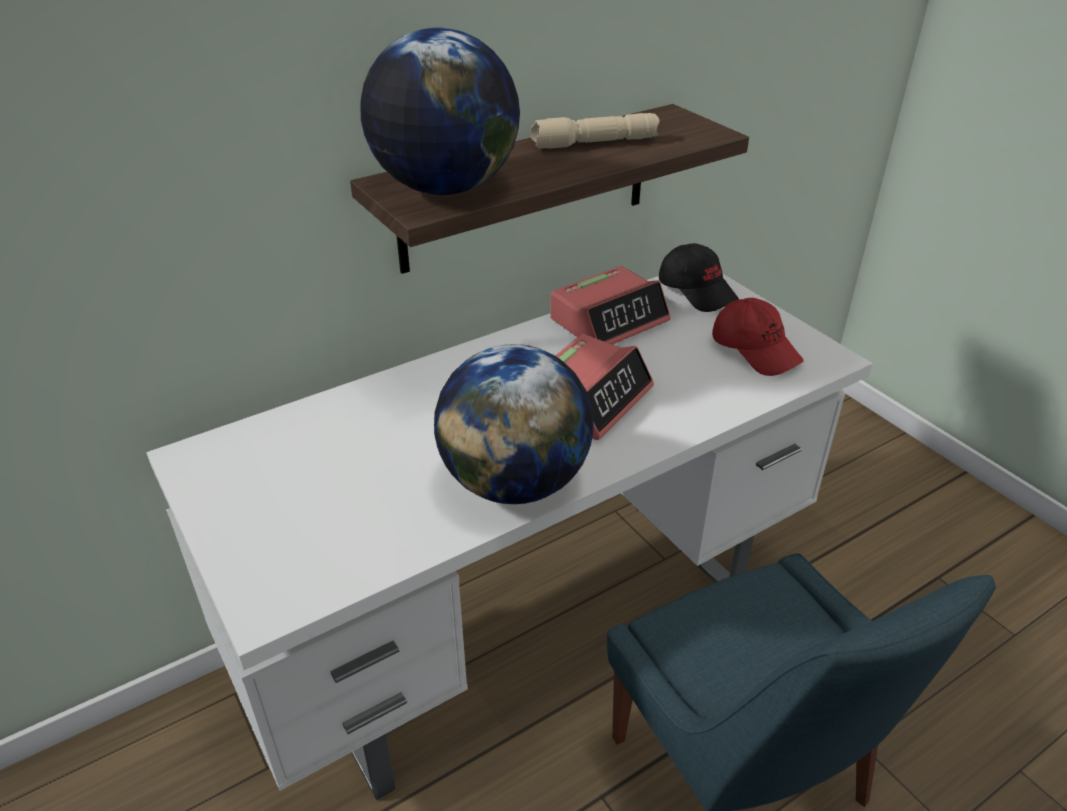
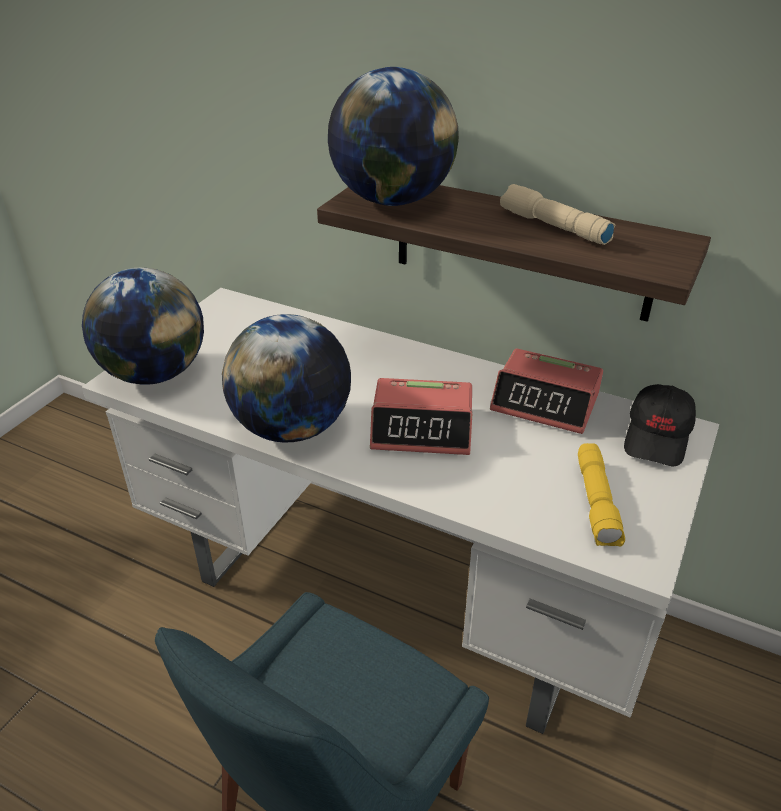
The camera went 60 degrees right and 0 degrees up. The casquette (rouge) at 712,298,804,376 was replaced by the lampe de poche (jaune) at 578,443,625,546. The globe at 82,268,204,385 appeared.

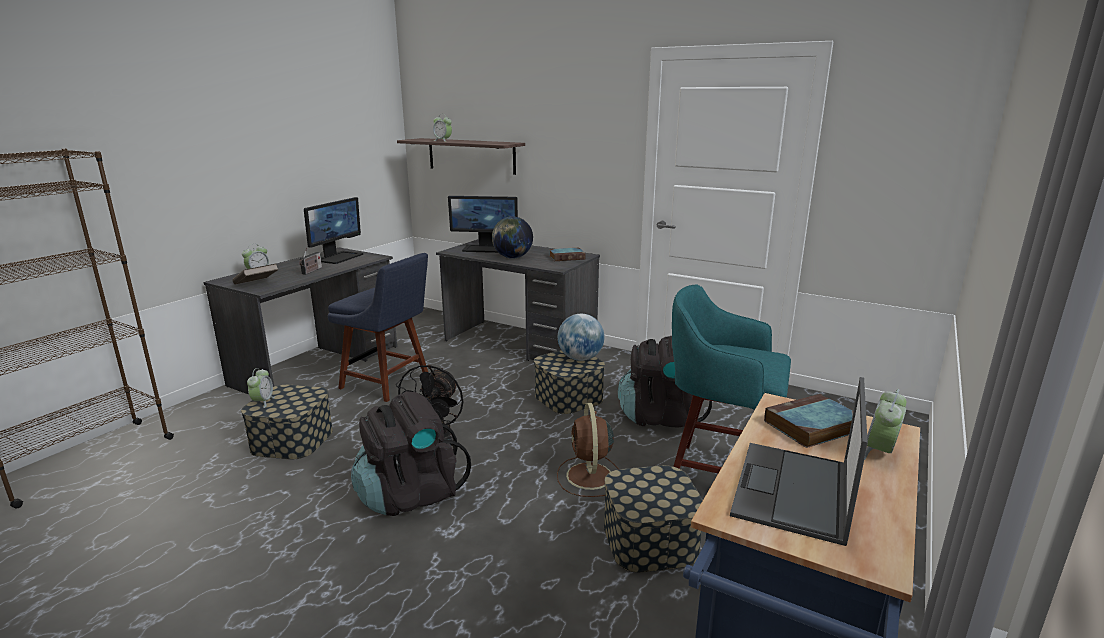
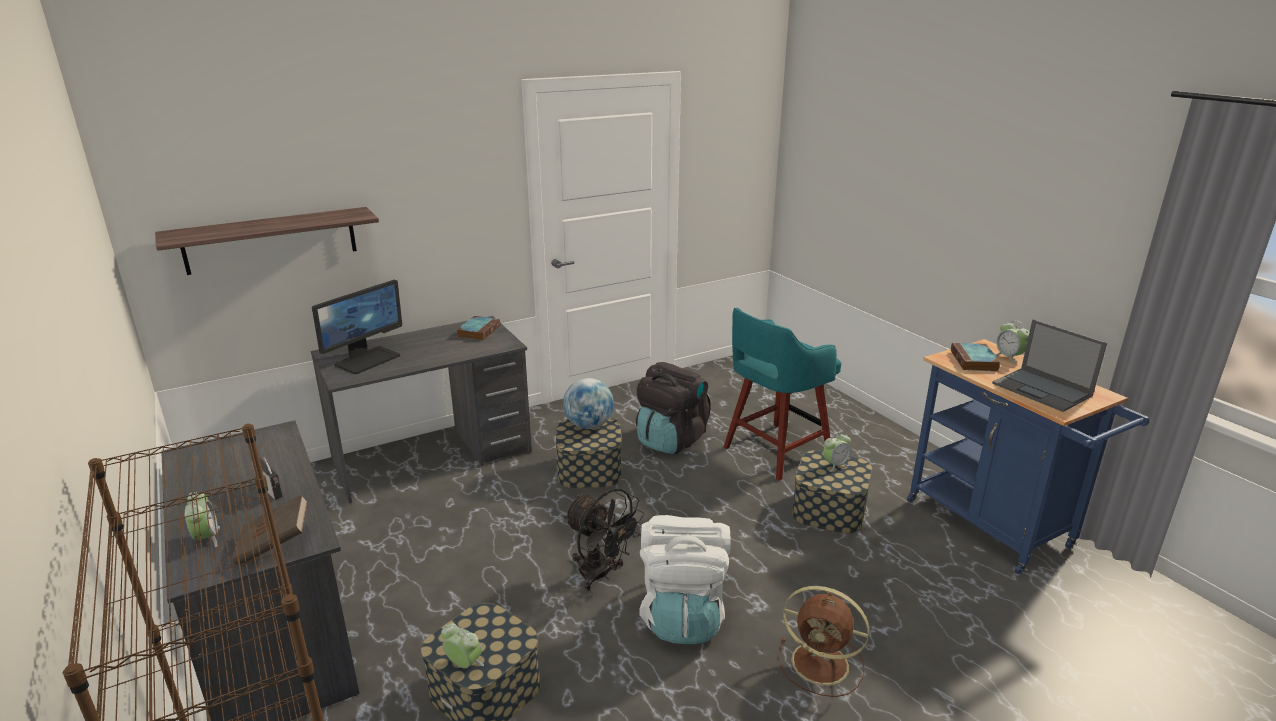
The camera went 60 degrees left and 5 degrees up. The réveil moved from 433,114,452,142 to 823,432,851,472. The écran d'ordinateur at 304,197,363,264 disappeared. The globe at 492,216,533,259 disappeared. The chaise (bleu) at 328,253,428,402 disappeared. The sac à dos (noir) at 351,391,471,516 became the sac à dos (blanc) at 639,515,731,644. The ventilateur (marron) moved from 557,403,619,497 to 779,586,870,697.

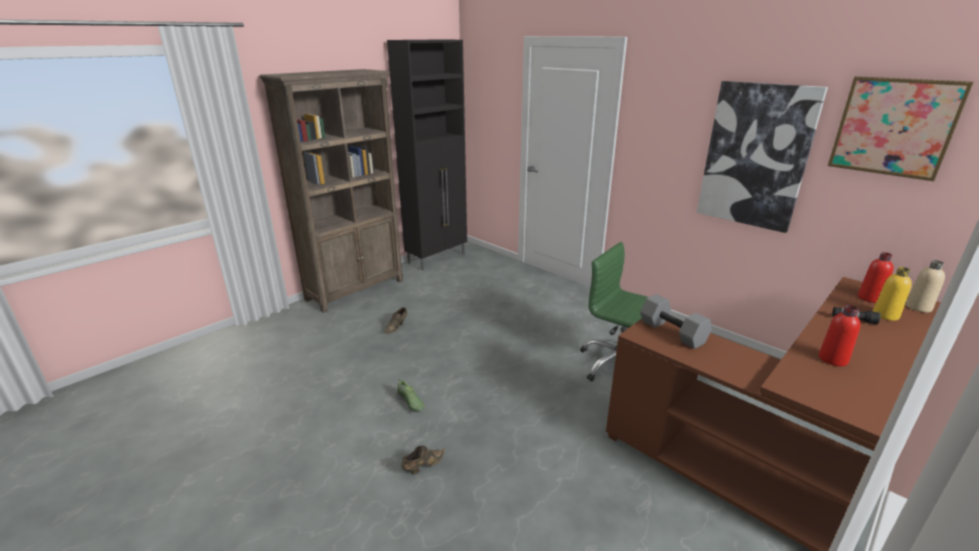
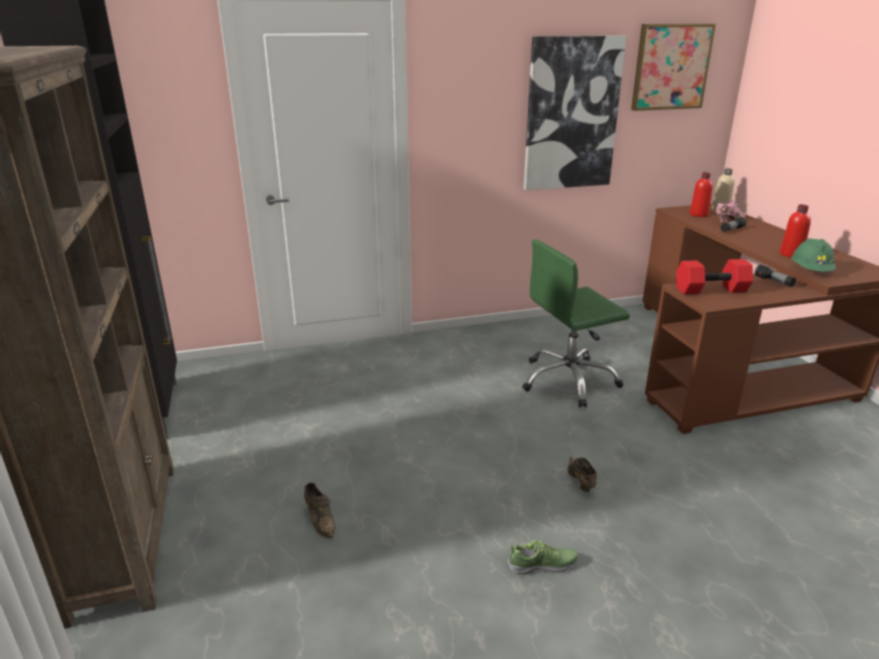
The camera went 60 degrees left and 0 degrees up. The bouteille (jaune) at 873,267,912,321 was replaced by the chaussure (rose) at 716,200,746,223. The haltère (gris) at 640,294,712,349 became the haltère (rouge) at 676,259,753,294. The chaussure (marron) moved from 402,445,445,474 to 567,456,597,492. The casque de chantier (vert) at 792,238,836,272 appeared. The lampe de poche at 754,264,796,287 appeared.

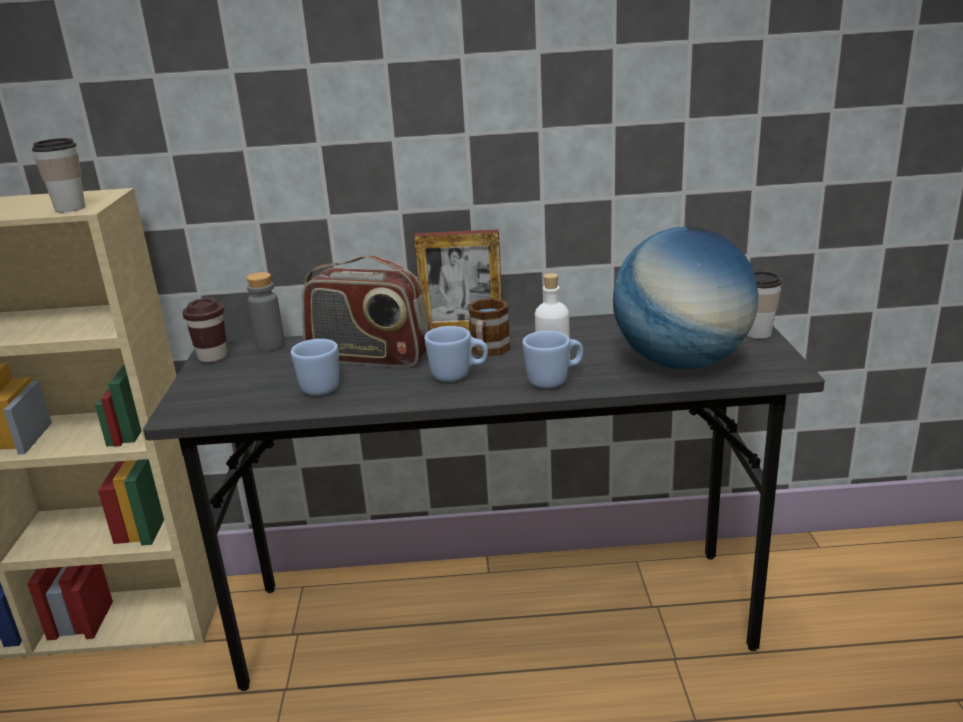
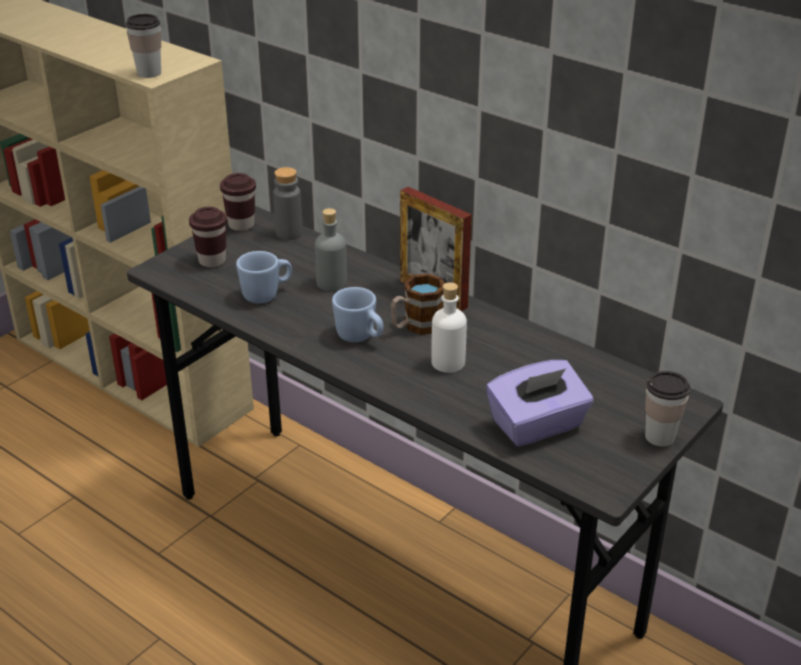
The camera went 40 degrees right and 10 degrees up. The globe at 613,226,758,369 was replaced by the boîte à mouchoirs (violet) at 486,360,594,446. The radio at 302,256,430,368 was replaced by the bouteille (gris) at 315,208,347,291. The mug (bleu) at 522,331,583,388 disappeared. The tasse (marron) at 189,207,227,267 appeared.

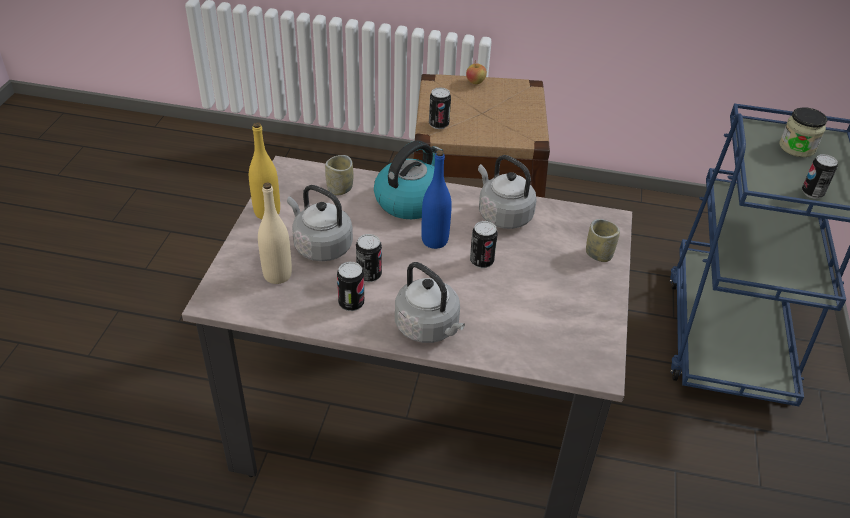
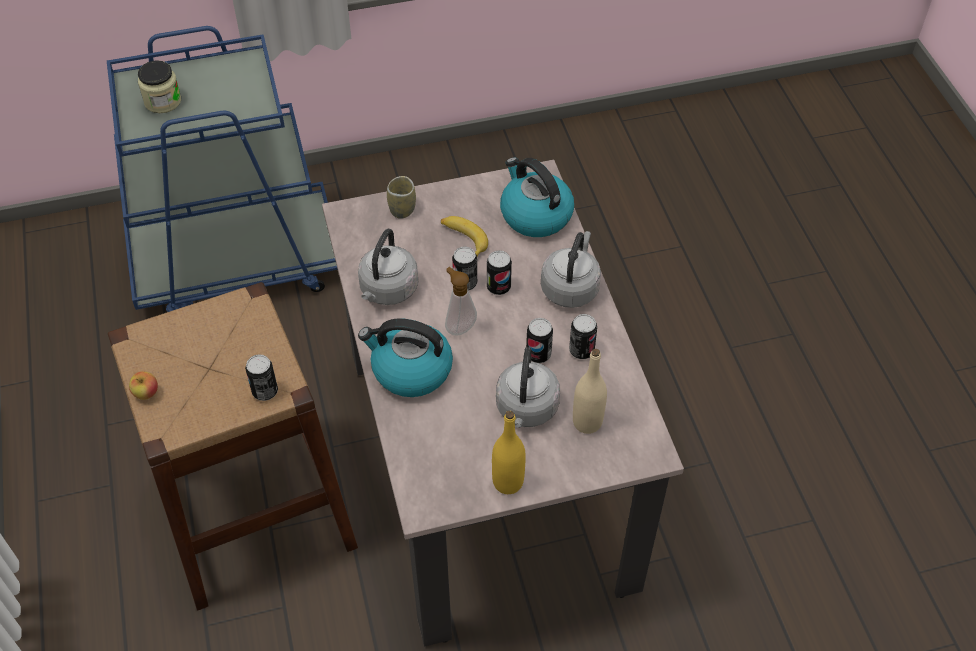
The camera went 115 degrees left and 10 degrees up. The bouteille (bleu) at 421,150,452,249 was replaced by the distributeur de savon at 445,267,477,336. The boîte métallique moved from 802,154,838,199 to 487,250,512,295. The tasse at 325,155,354,196 disappeared. The bouilloire at 500,157,574,237 appeared. The banane at 441,216,488,256 appeared.

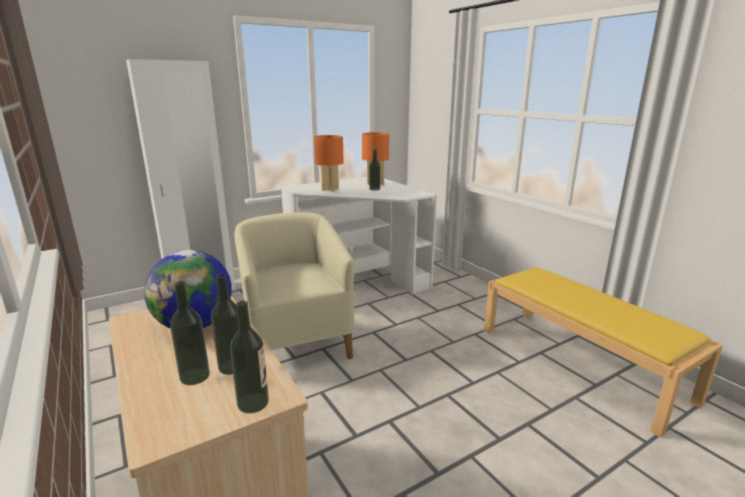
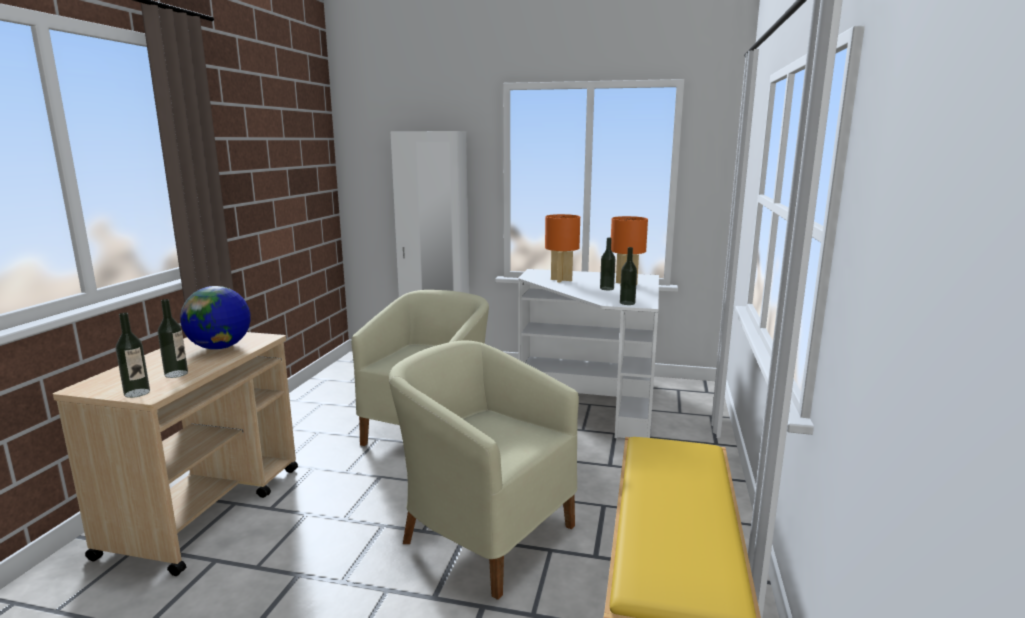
The camera went 45 degrees right and 5 degrees down. The bouteille moved from 170,281,210,385 to 620,247,637,305. The fauteuil (beige) at 389,341,579,600 appeared.

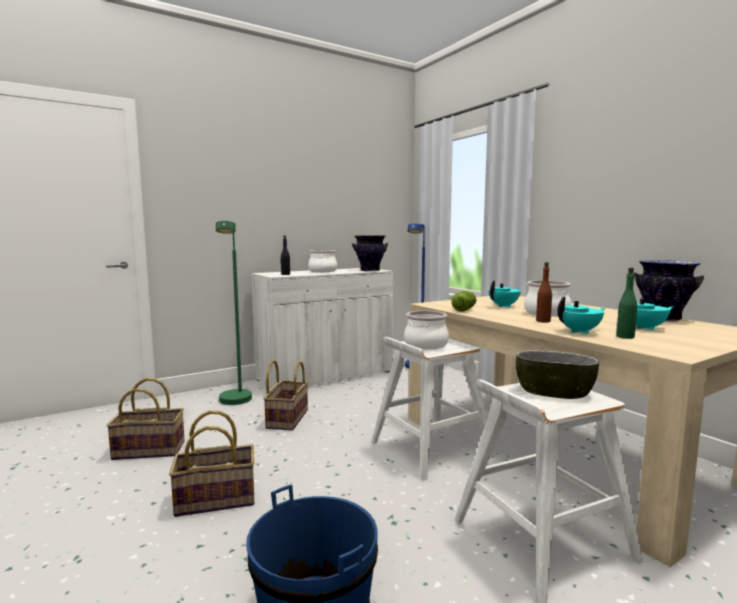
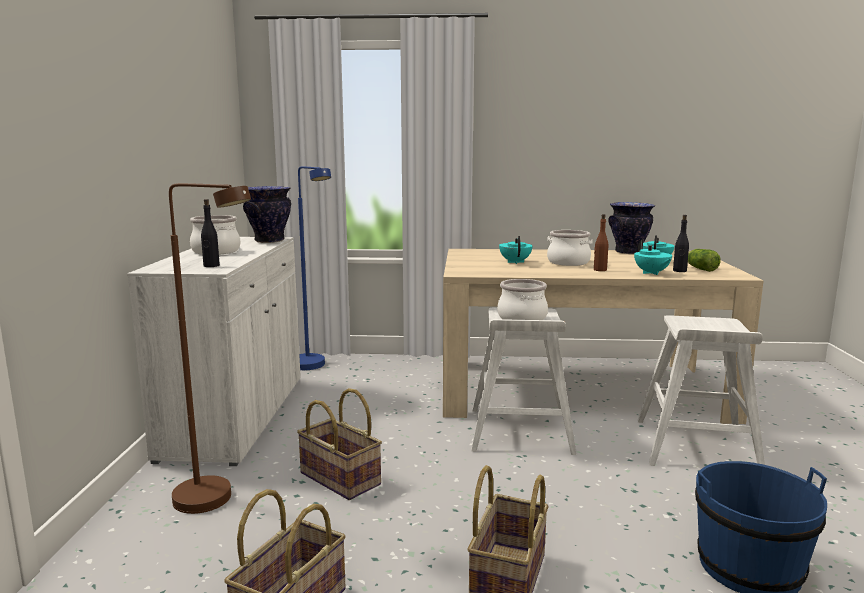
The camera went 55 degrees left and 5 degrees up. The lampadaire (vert) at 216,221,252,405 became the lampadaire (marron) at 169,183,251,514. The bouteille (vert) at 616,267,637,339 became the bouteille (noir) at 673,215,689,272. The laitue moved from 452,291,476,312 to 688,249,721,272. The théière (turquoise) at 557,297,605,334 turned 150 degrees clockwise. The bol at 516,350,600,399 disappeared.

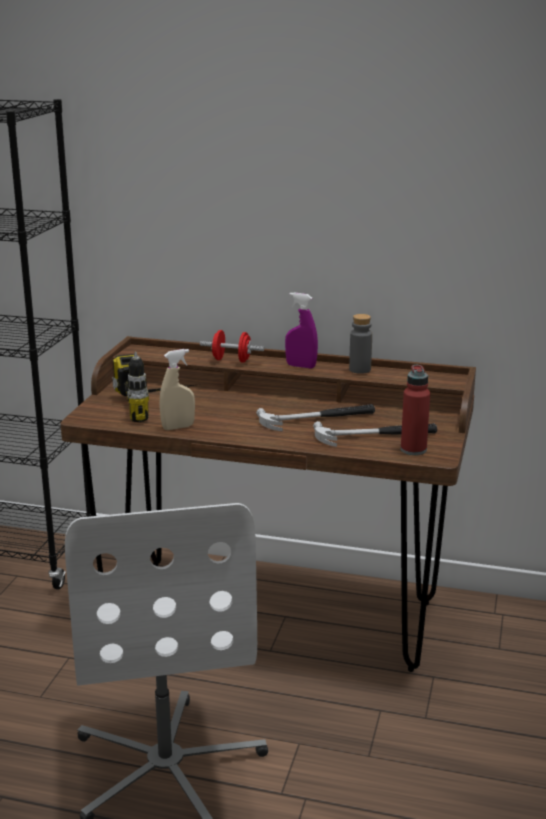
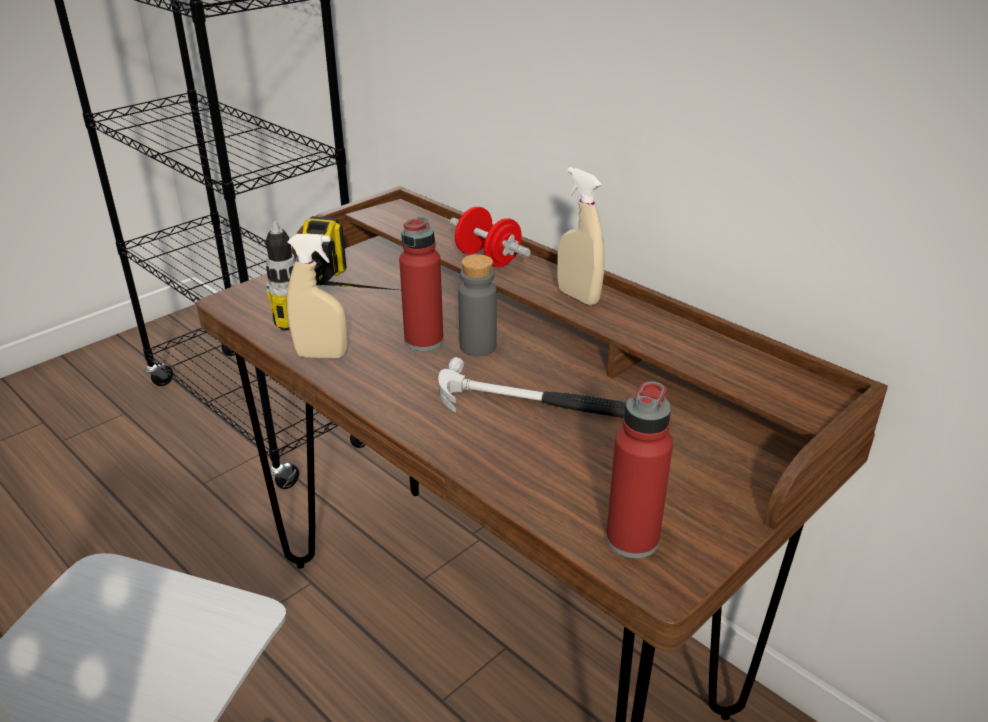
The camera went 30 degrees right and 10 degrees up. The vaporisateur (violet) at 285,292,318,368 became the vaporisateur (beige) at 557,167,605,306. The bouteille (gris) moved from 349,314,372,374 to 458,254,497,356. The marteau at 313,421,437,447 disappeared. The bouteille (rouge) at 399,217,443,351 appeared.

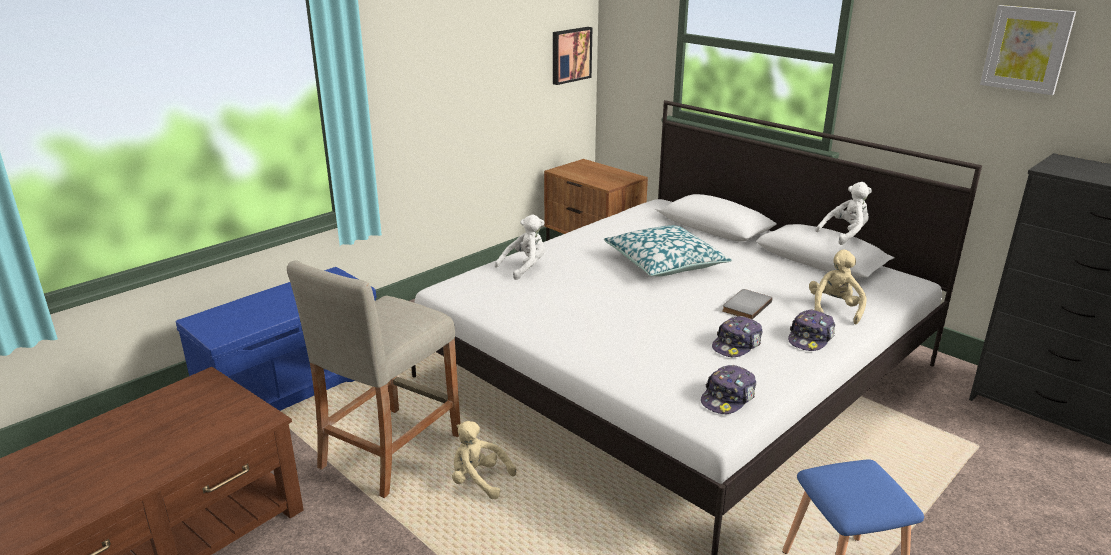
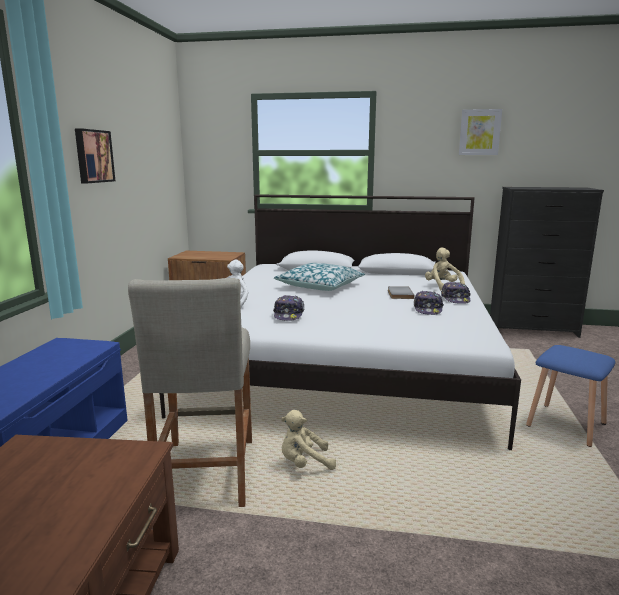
The camera went 35 degrees left and 10 degrees down. The tableau moved from 553,27,592,85 to 75,128,115,183. The peluche (blanc) at 816,182,872,245 disappeared. The casquette moved from 701,365,756,414 to 273,295,304,321.

